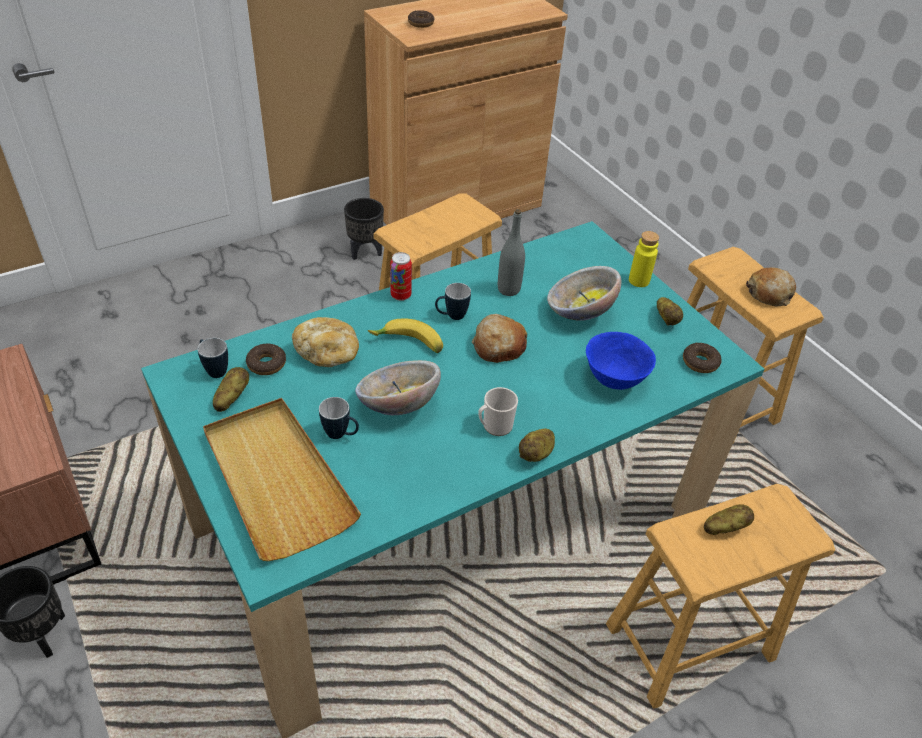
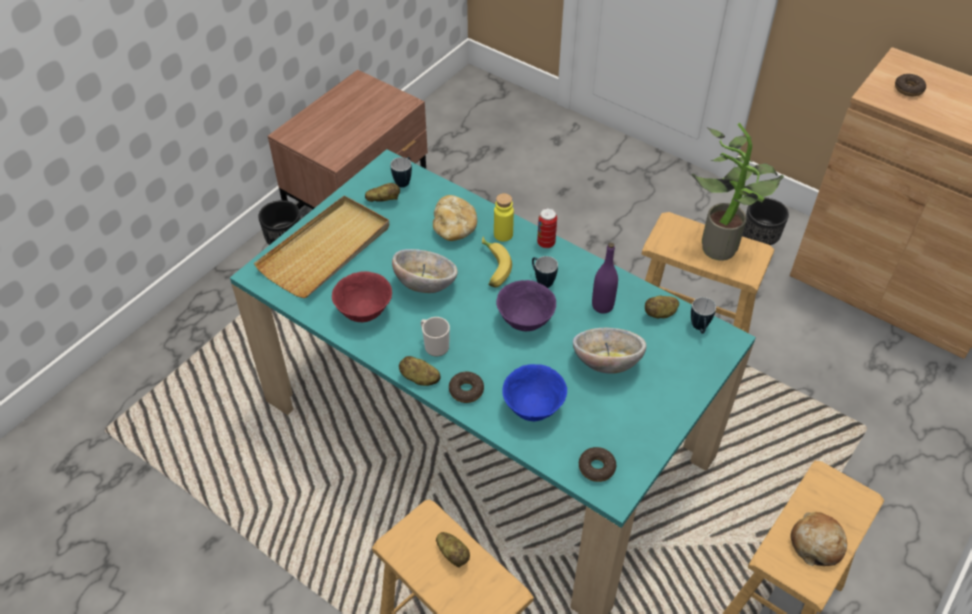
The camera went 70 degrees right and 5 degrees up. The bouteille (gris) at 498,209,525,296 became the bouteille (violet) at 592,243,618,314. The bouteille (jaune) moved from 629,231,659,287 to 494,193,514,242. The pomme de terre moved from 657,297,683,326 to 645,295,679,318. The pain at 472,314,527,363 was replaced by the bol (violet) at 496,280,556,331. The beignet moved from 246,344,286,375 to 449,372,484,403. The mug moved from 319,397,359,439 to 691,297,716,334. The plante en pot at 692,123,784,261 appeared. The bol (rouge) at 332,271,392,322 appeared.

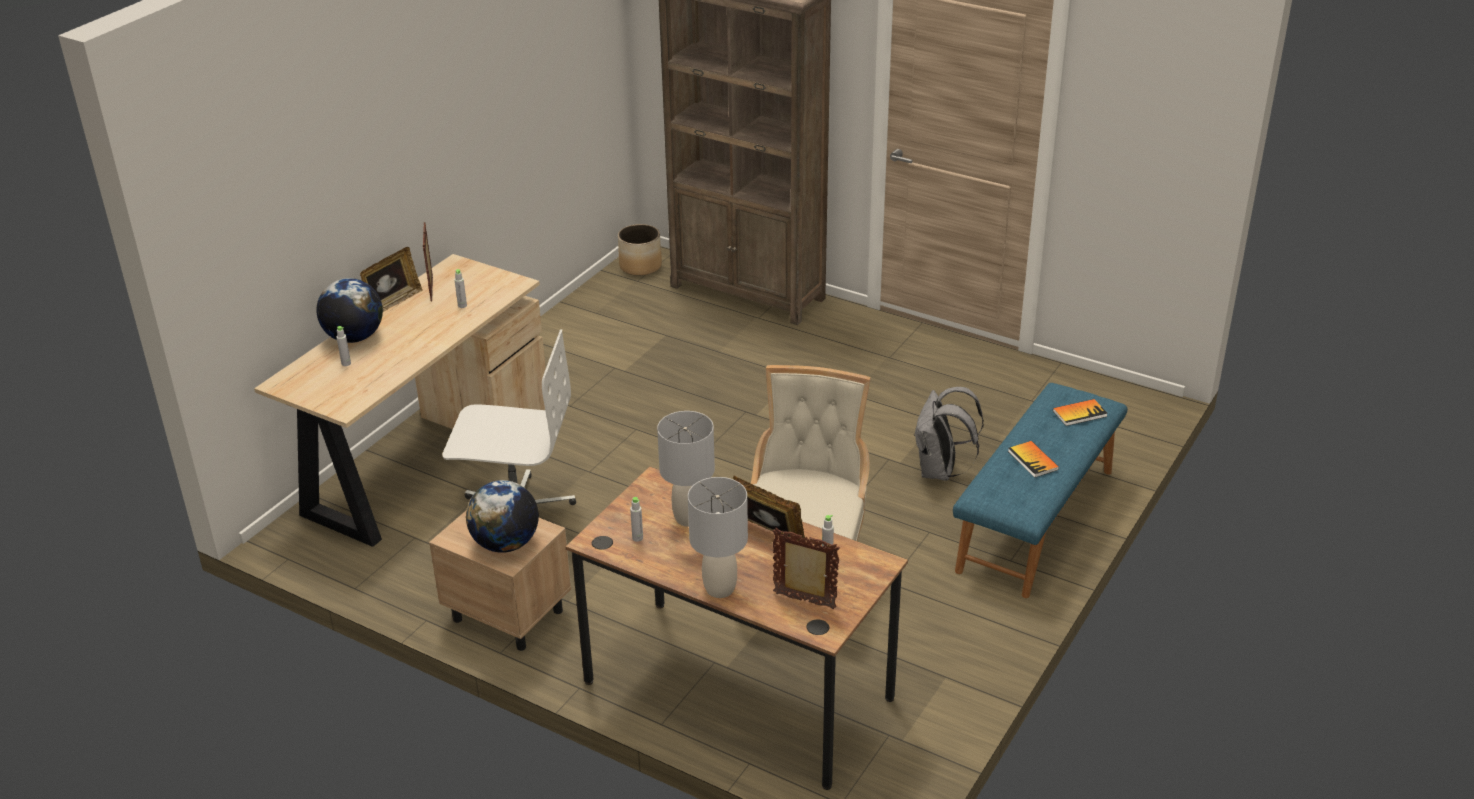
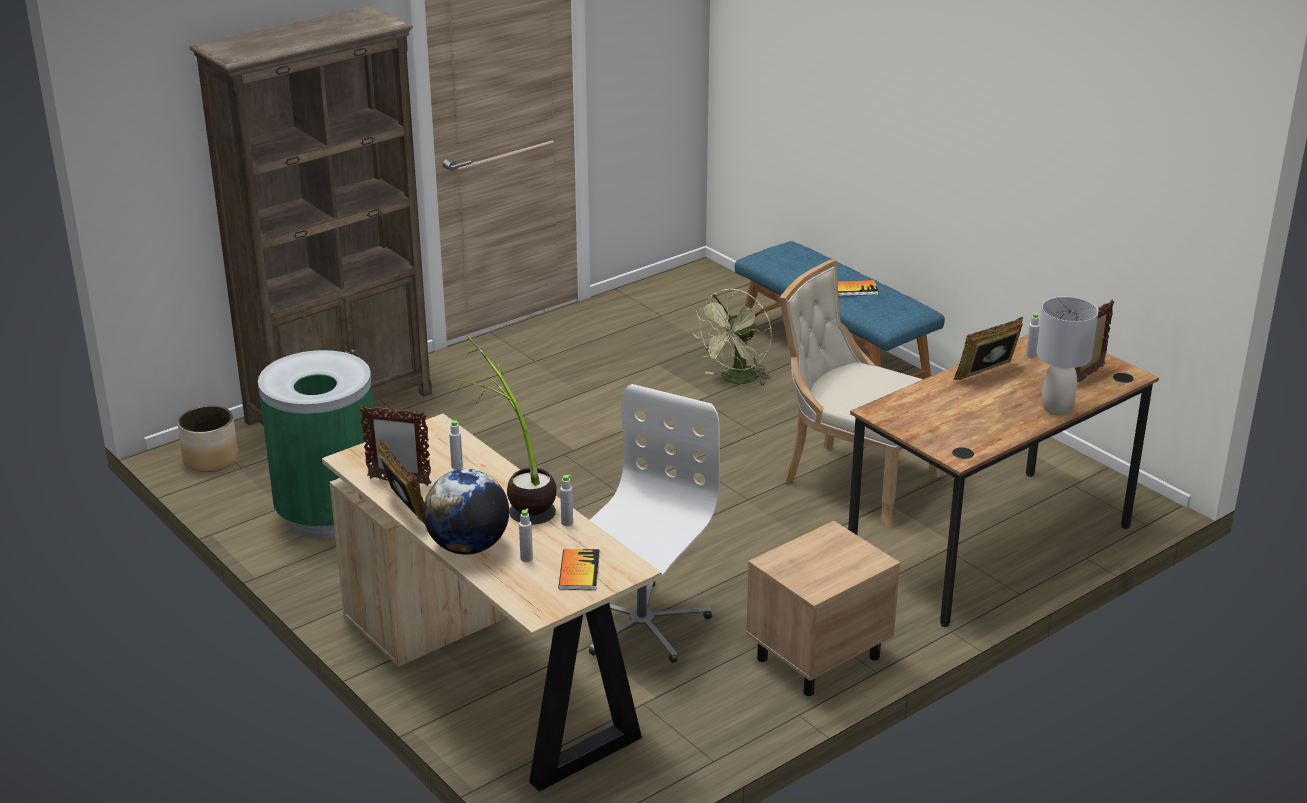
The camera went 70 degrees left and 5 degrees down. The sac à dos (gris) at 915,387,984,481 was replaced by the ventilateur (vert) at 693,289,772,386. The livre moved from 1053,399,1108,426 to 559,549,600,590. The lampe de table (gris) at 657,411,715,527 disappeared. The globe at 466,480,539,553 disappeared. The bouteille (gris) moved from 630,497,643,542 to 560,475,573,526. The plante en pot at 457,335,557,525 appeared. The poubelle (vert) at 258,350,374,539 appeared.

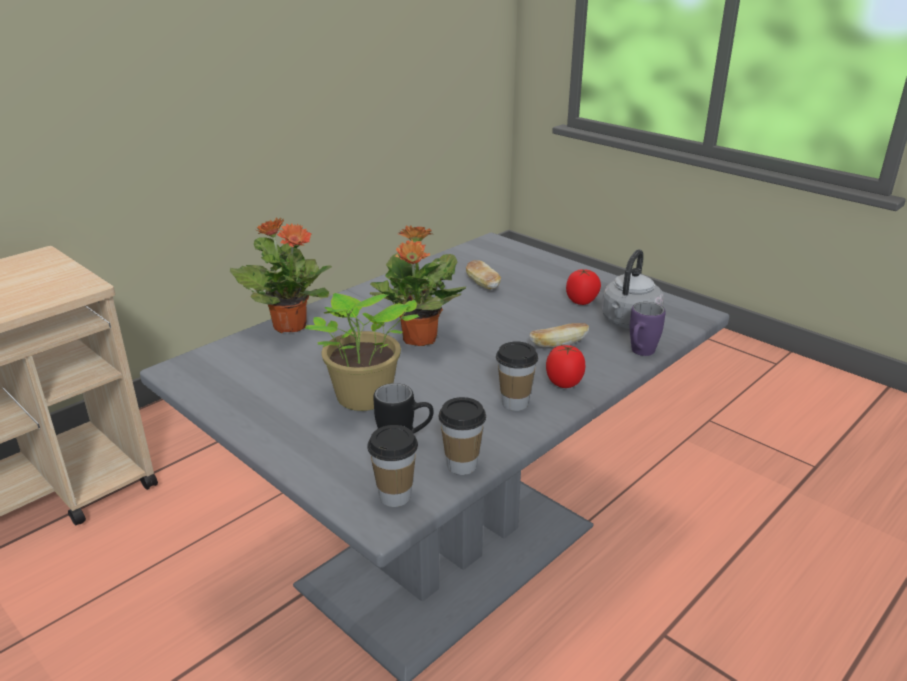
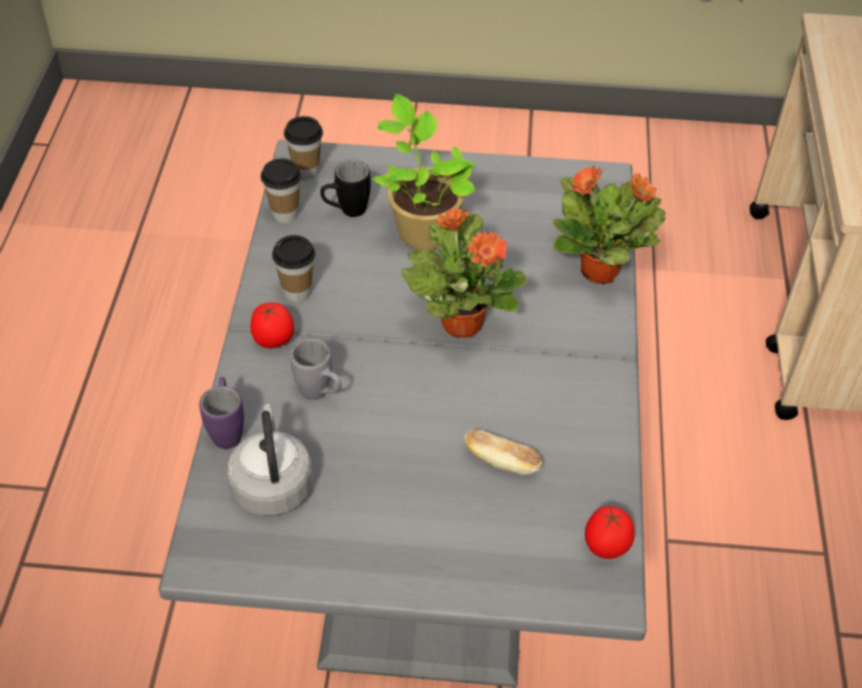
The camera went 140 degrees right and 20 degrees up. The tomate moved from 566,269,601,305 to 585,506,635,559. The pain at 529,323,589,347 was replaced by the mug (gris) at 290,338,341,400.

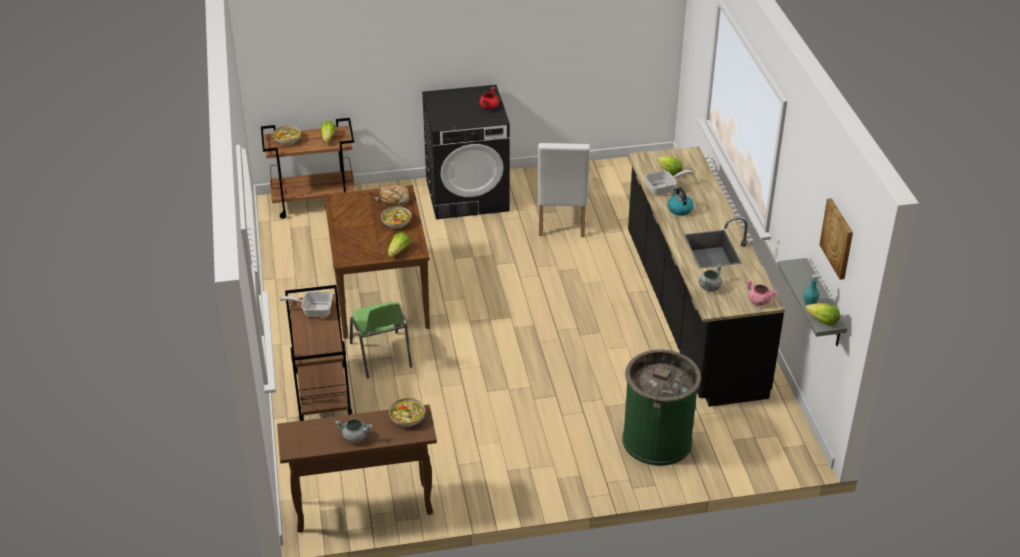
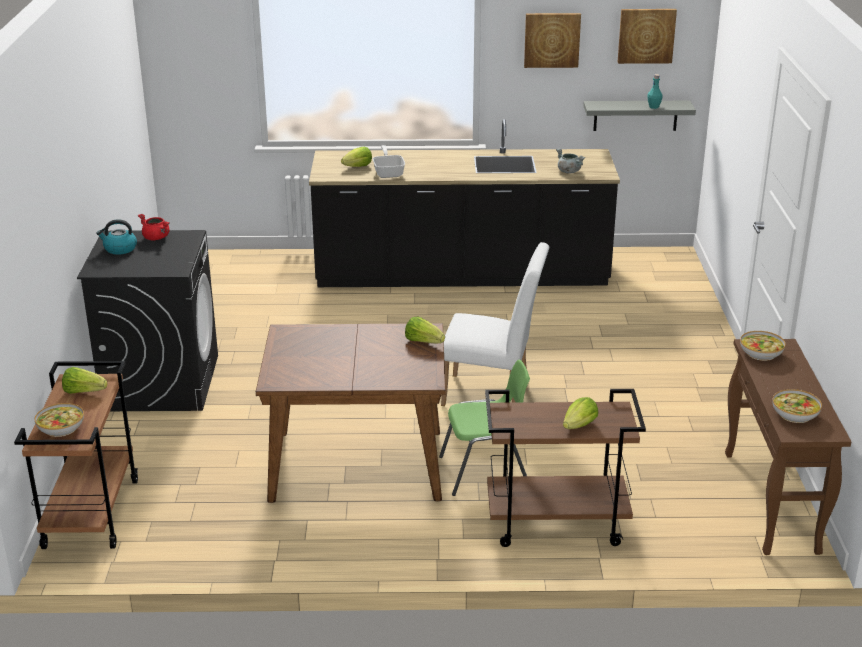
The camera went 80 degrees left and 10 degrees down. The chaise (blanc) moved from 537,143,590,237 to 441,242,549,406. The pain at 375,184,409,207 disappeared. The bouilloire moved from 668,187,694,216 to 96,219,137,255. The bol moved from 381,206,411,229 to 772,389,822,423. The marmite (rose) at 745,280,778,306 disappeared. The poêle at 279,291,333,317 disappeared. The laitue moved from 805,303,840,325 to 563,397,598,429. The poubelle (vert) at 622,350,701,466 disappeared. The marmite (gris) at 335,419,373,443 disappeared. The tableau at 524,13,581,68 appeared.

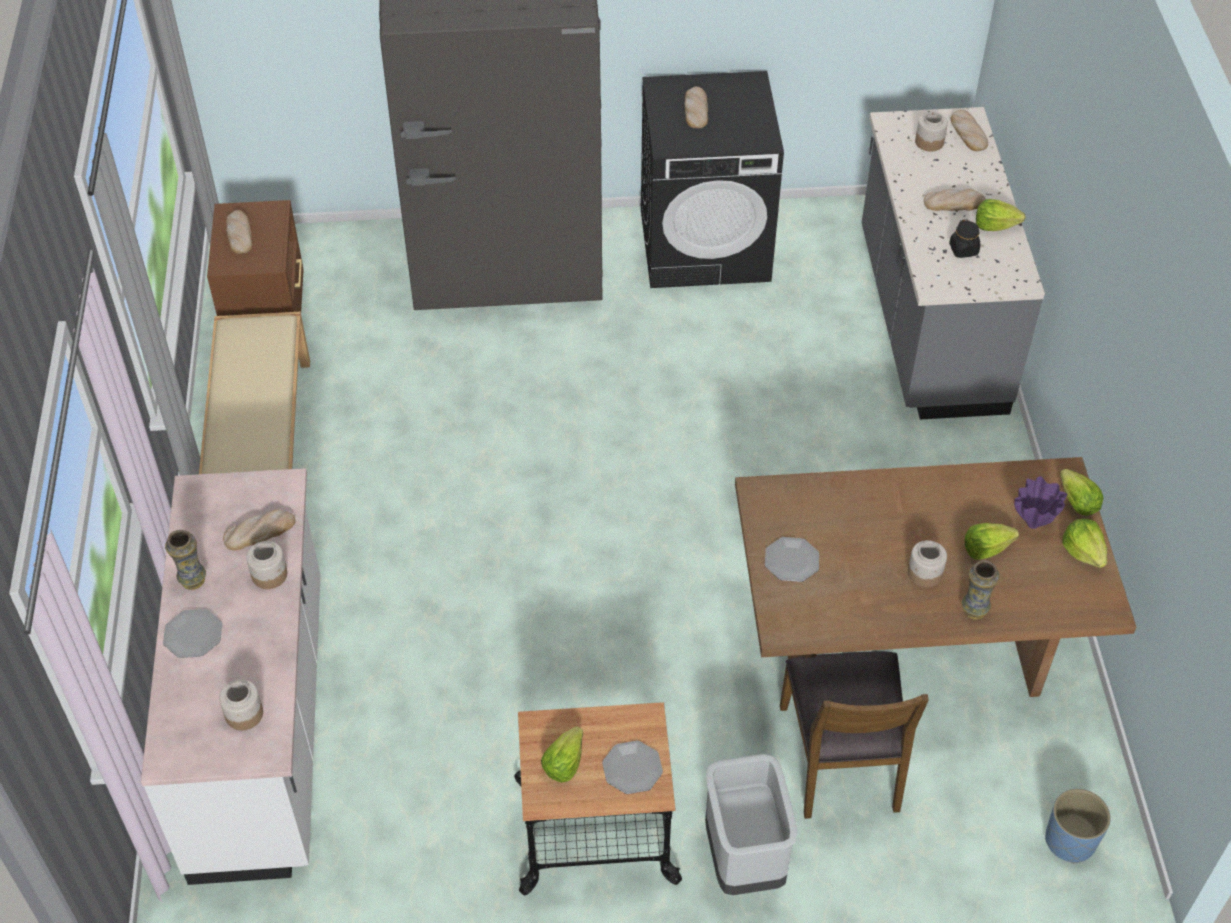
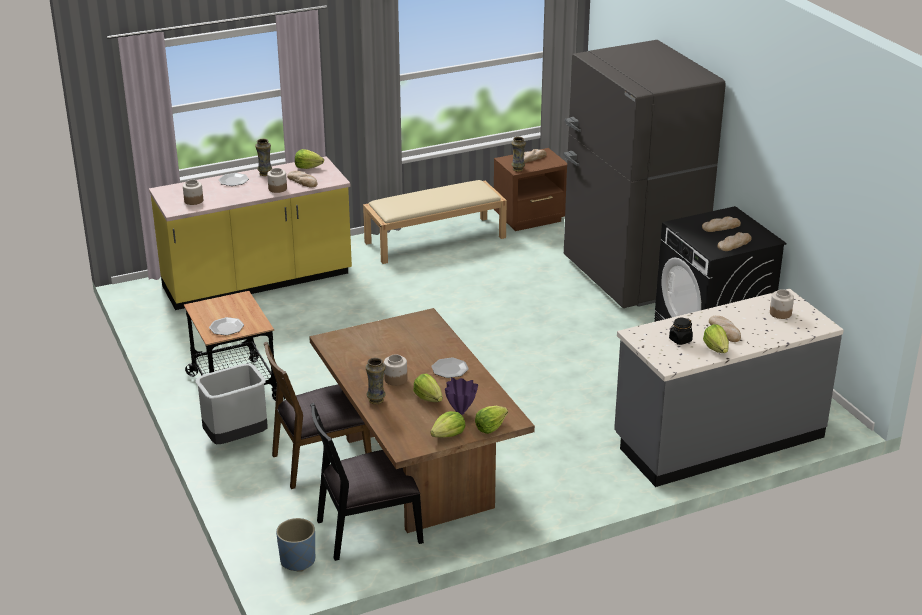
The camera went 70 degrees right and 20 degrees down. The pain moved from 950,110,988,151 to 718,232,752,251. The comptoir de cuisine (blanc) at 141,468,321,885 became the comptoir de cuisine (jaune) at 149,156,352,310. The assiette moved from 765,537,819,582 to 431,358,469,378. The laitue moved from 541,727,583,783 to 295,149,324,169. The vase at 511,137,526,172 appeared. The chaise (noir) at 310,403,424,561 appeared.

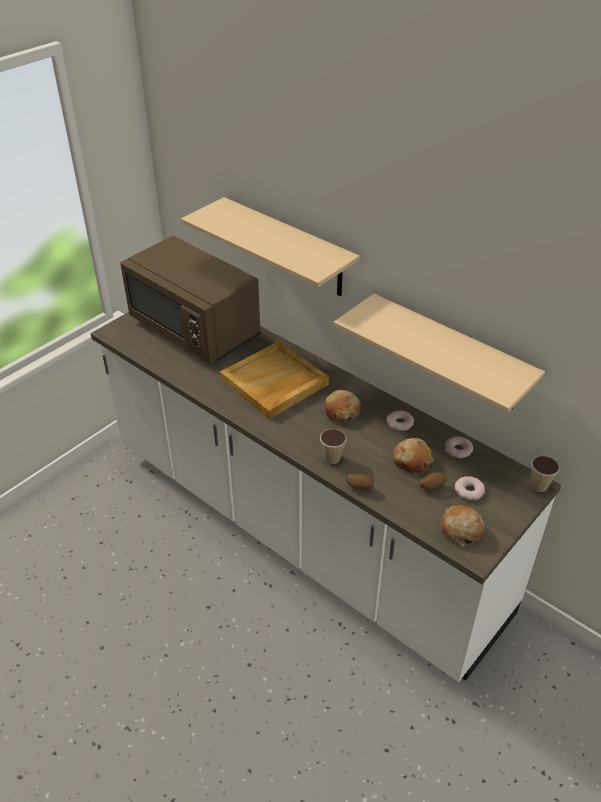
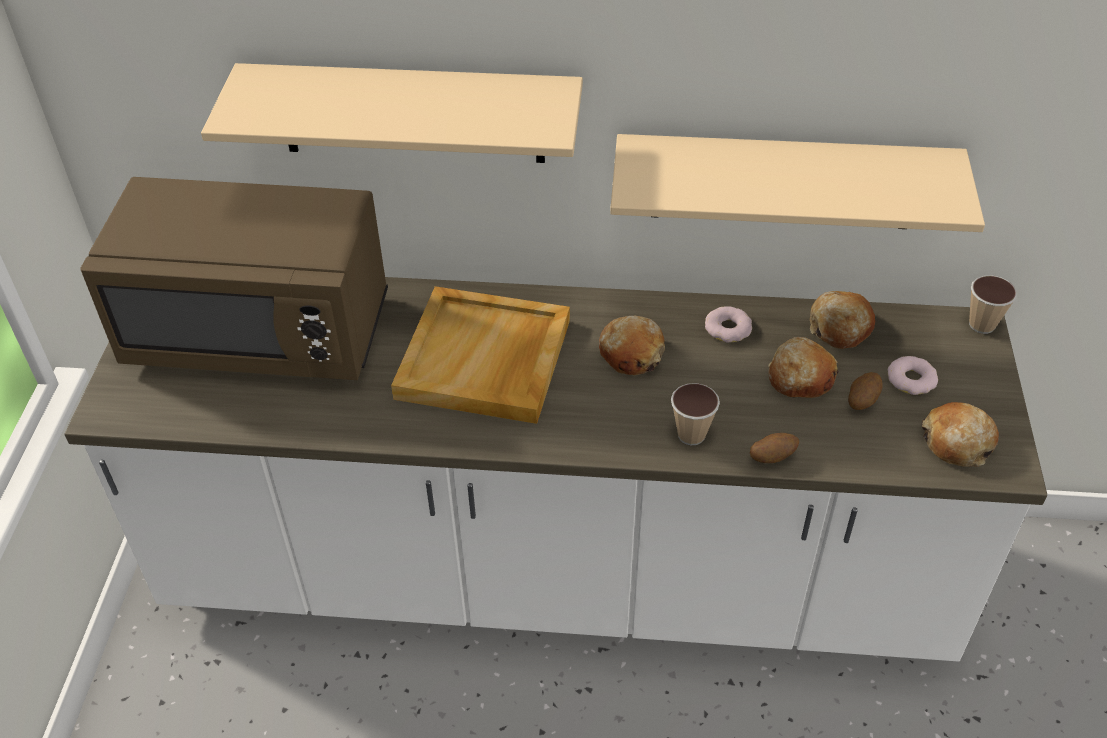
The camera went 35 degrees left and 5 degrees up. The beignet at 445,436,473,458 was replaced by the pain at 810,291,875,349.

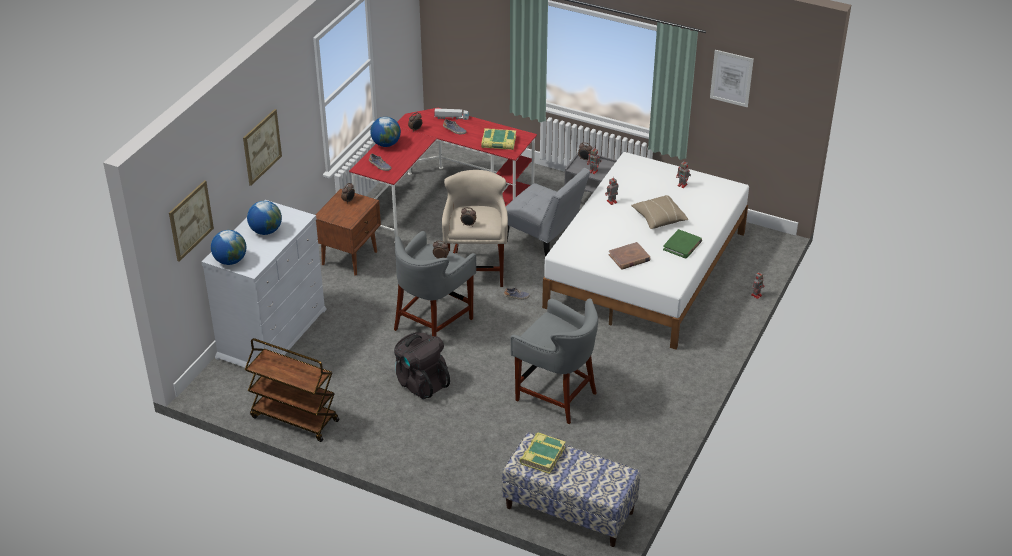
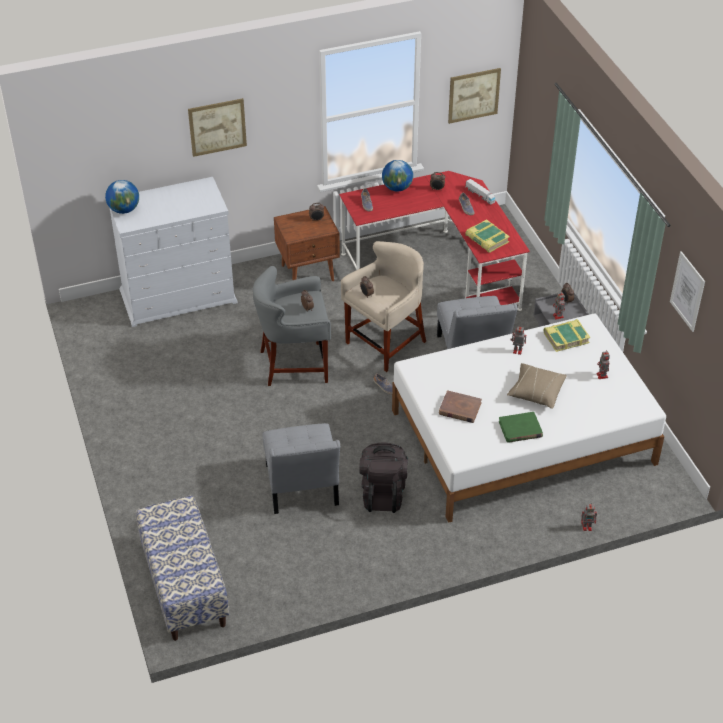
The camera went 45 degrees right and 5 degrees up. The tableau moved from 169,180,214,262 to 448,68,501,124. The globe at 247,201,282,235 disappeared. The tabouret (gris) at 511,298,598,424 was replaced by the chaise (gris) at 263,423,340,514. The sac à dos (noir) moved from 394,332,450,399 to 359,442,408,513. The chariot (marron) at 245,338,340,442 disappeared. The livre moved from 520,432,566,474 to 544,319,590,352.

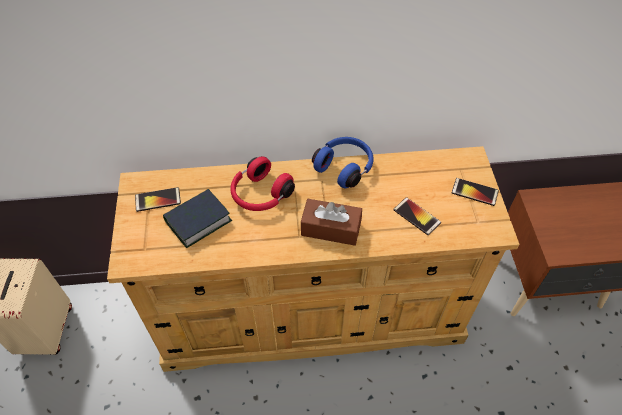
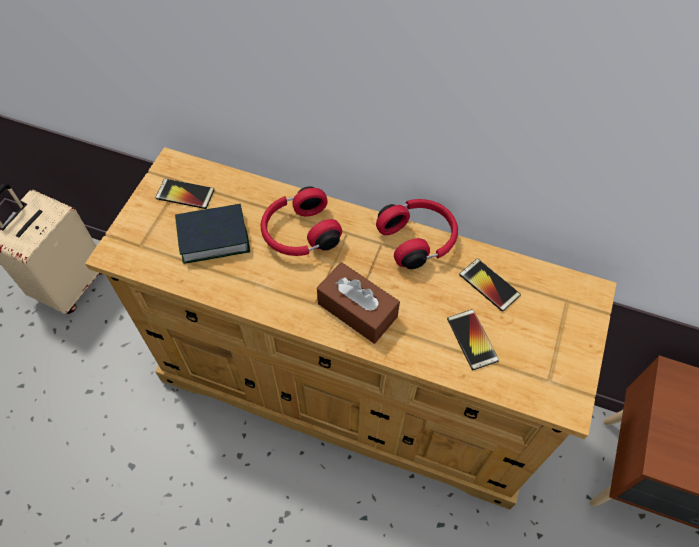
The camera went 25 degrees right and 5 degrees up. The casque audio (bleu) at 312,137,373,188 became the casque audio (rouge) at 376,199,458,269. The téléphone moved from 452,178,499,206 to 459,258,521,312.

